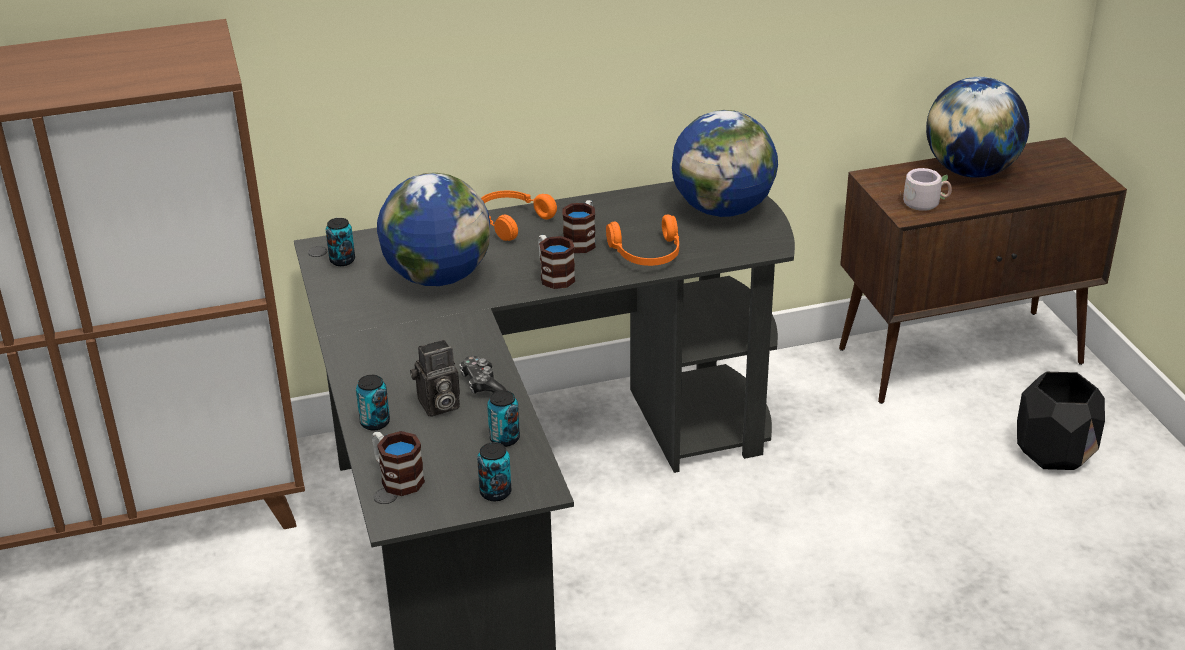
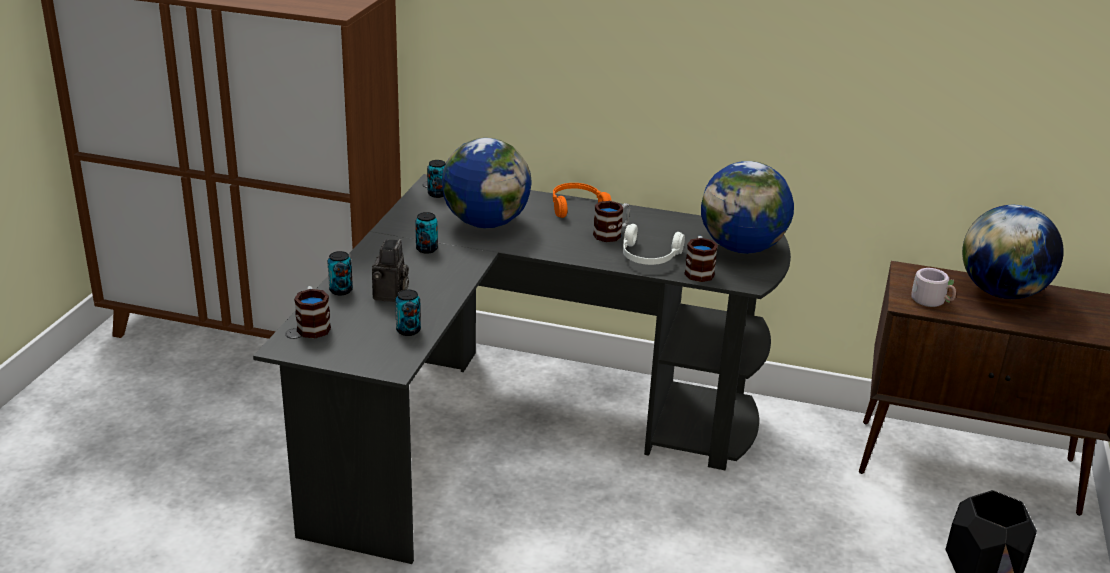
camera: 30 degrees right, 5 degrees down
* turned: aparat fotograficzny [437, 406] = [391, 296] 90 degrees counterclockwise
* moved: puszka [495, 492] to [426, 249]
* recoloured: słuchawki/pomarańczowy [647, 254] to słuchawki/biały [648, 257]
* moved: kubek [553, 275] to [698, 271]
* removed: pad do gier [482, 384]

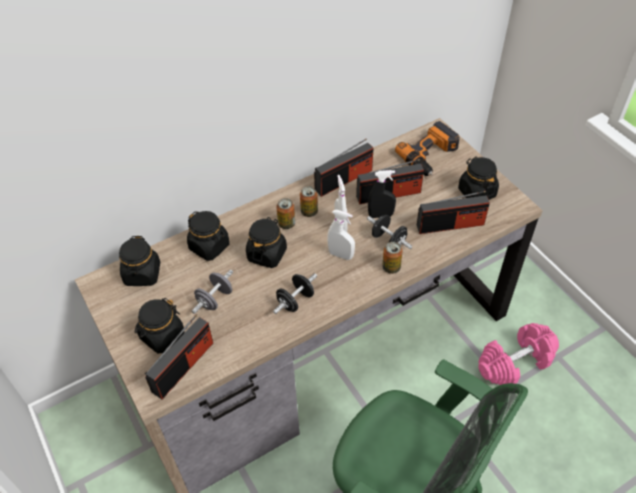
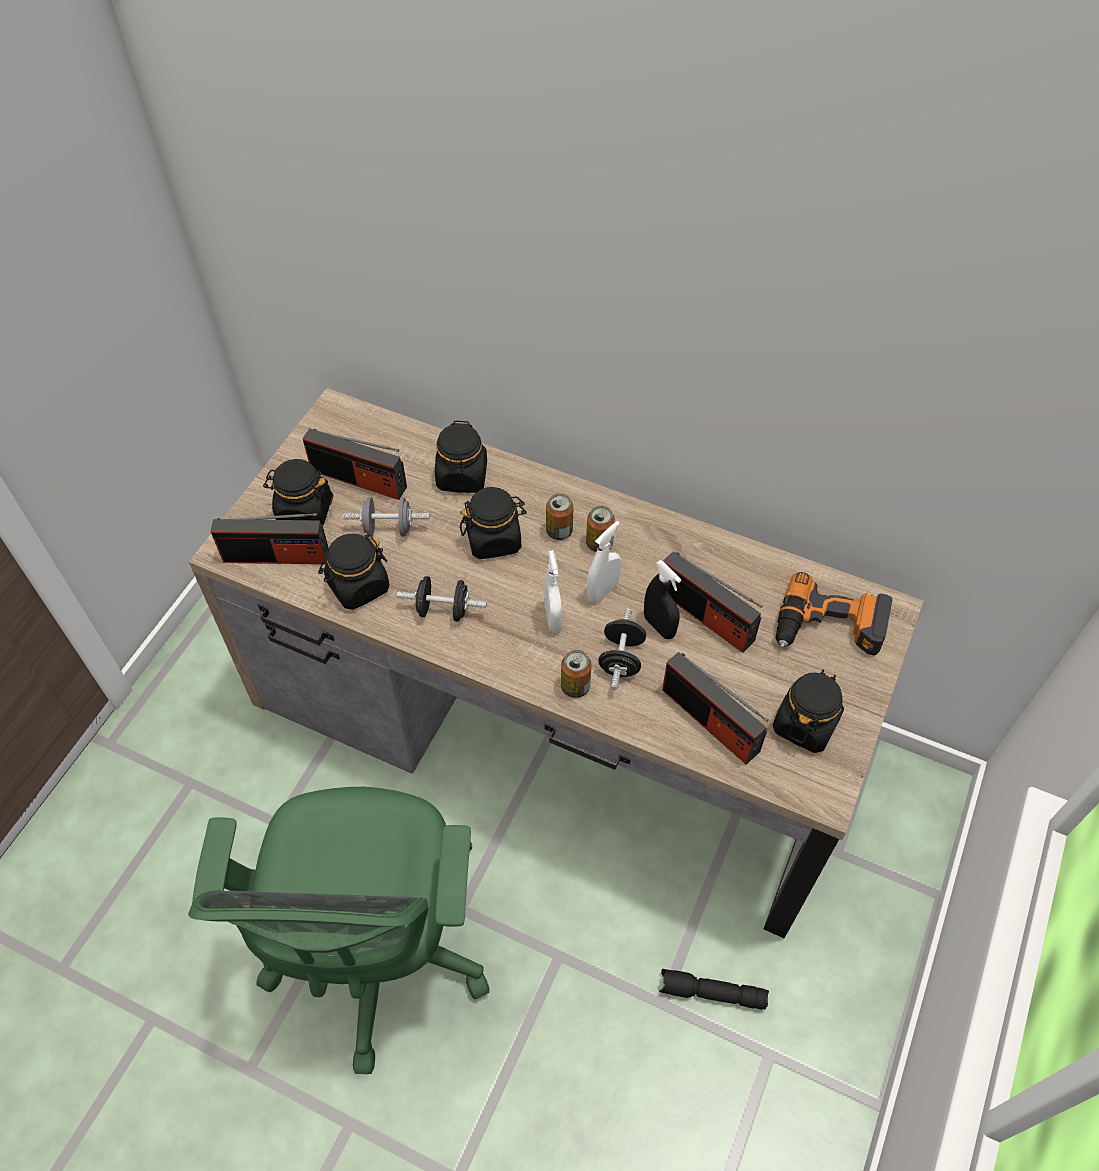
camera: 55 degrees right, 5 degrees up
* moved: radio [344, 180] to [359, 479]
* moved: słoik/czarny [142, 274] to [358, 586]
* replaced: hantel/różowy [515, 363] to latarka/czarny [711, 994]

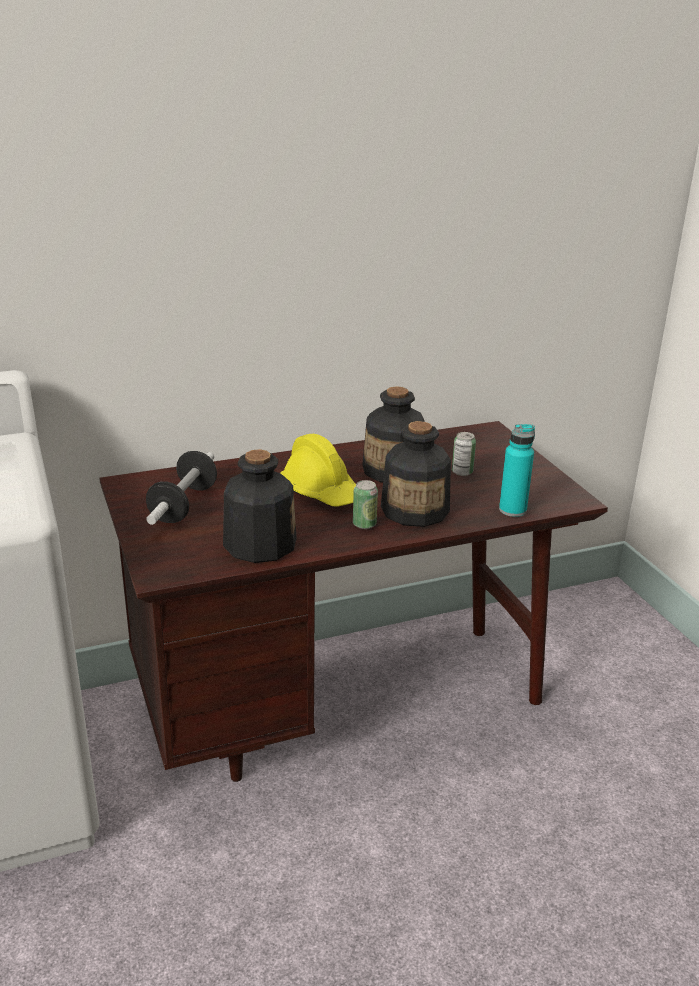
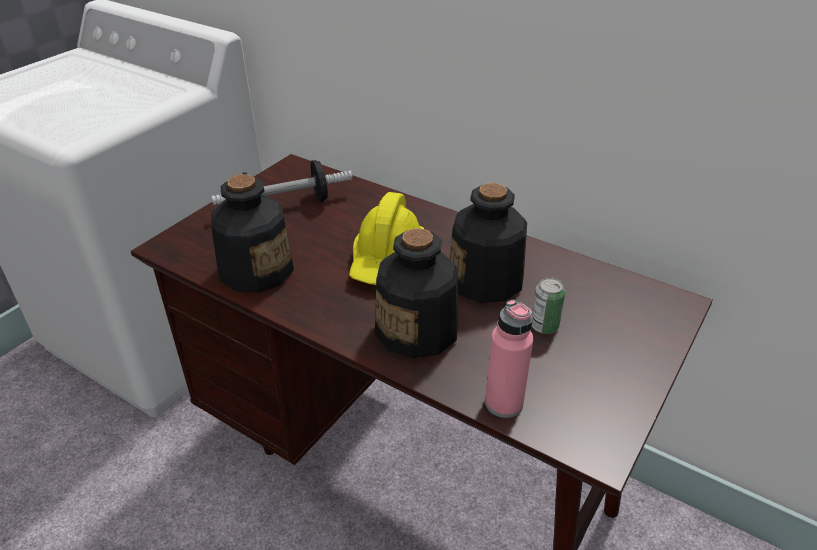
camera: 55 degrees right, 10 degrees up
* recoloured: butelka/turkusowy [512, 510] to butelka/różowy [503, 403]
* removed: puszka [364, 524]

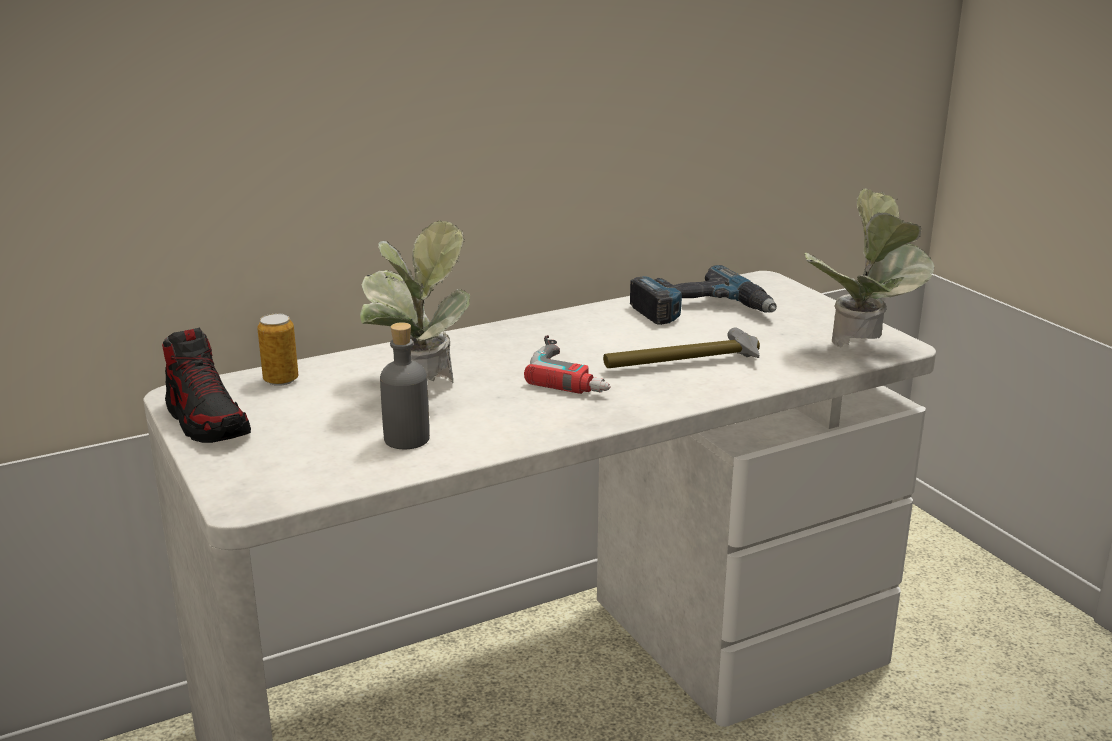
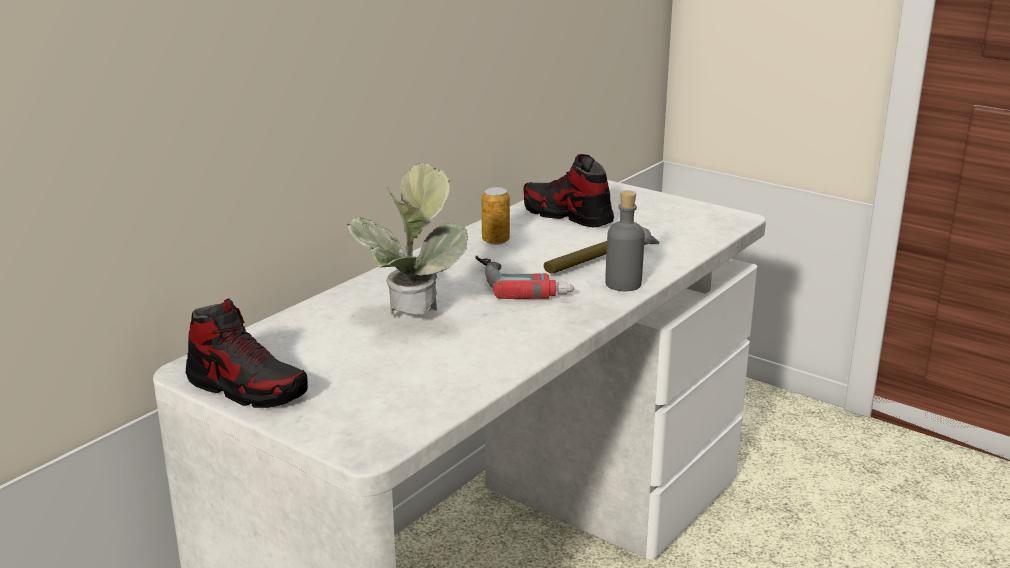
camera: 25 degrees left, 0 degrees up
* moved: puszka [281, 380] to [495, 240]
* replaced: wiertarka [701, 310] to but [567, 215]
* moved: butelka/szary [407, 439] to [623, 284]
* removed: roślina doniczkowa [862, 349]

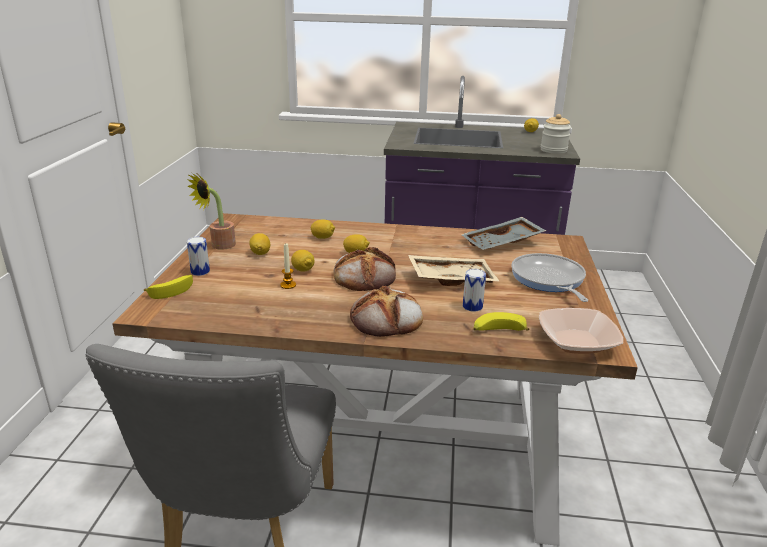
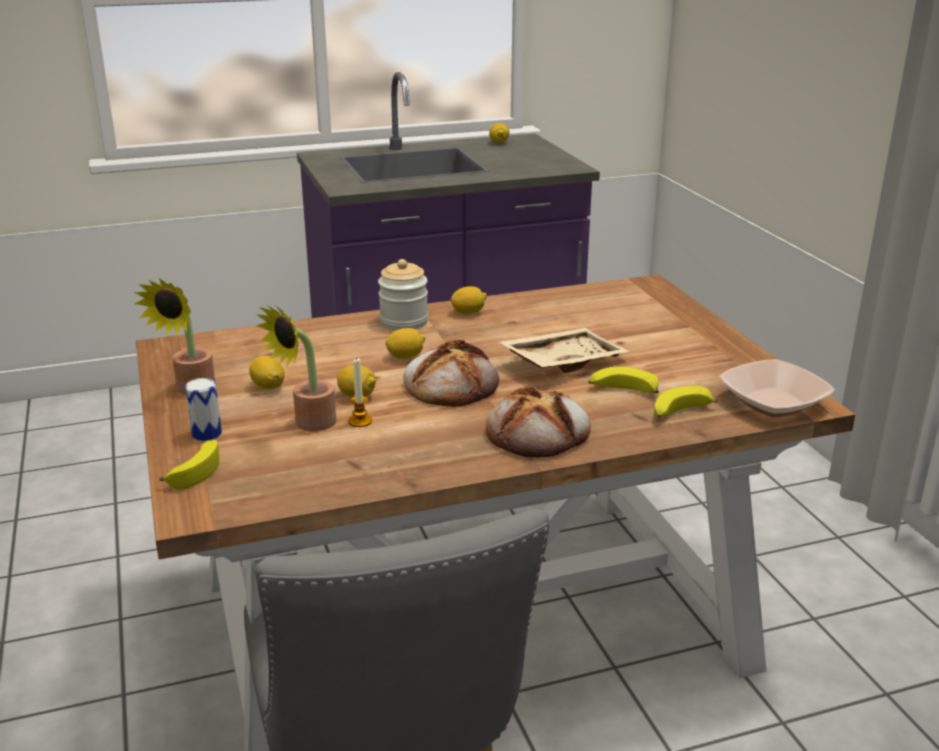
camera: 25 degrees left, 0 degrees up
* added: roślina doniczkowa [308, 424]
* moved: słoik [553, 150] to [404, 321]
* moved: cytryna [323, 237] to [468, 312]
* replaced: puszka [472, 306] to banan [622, 391]
* removed: taca/szary [502, 243]
* removed: patelnia [548, 280]

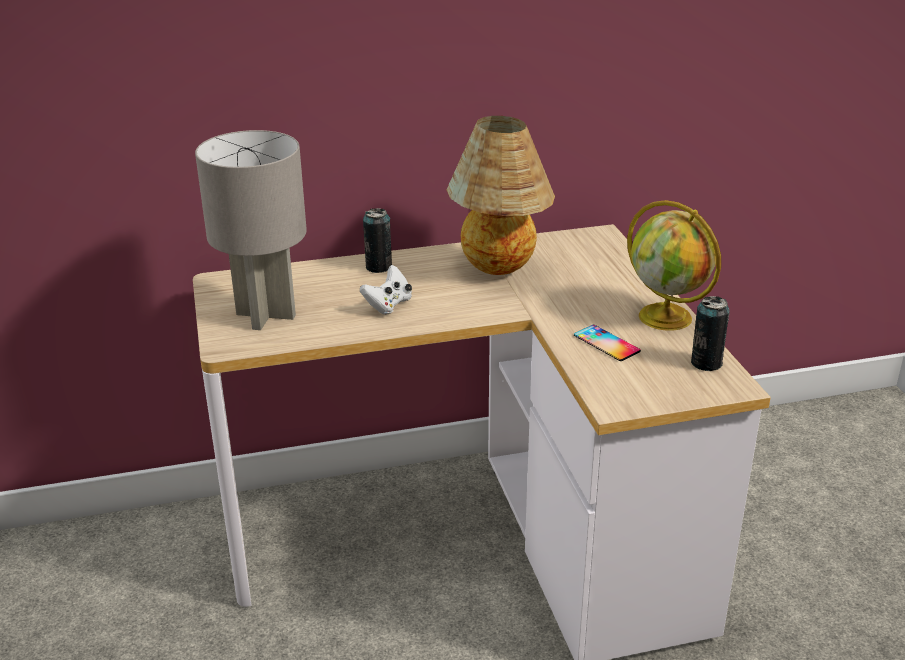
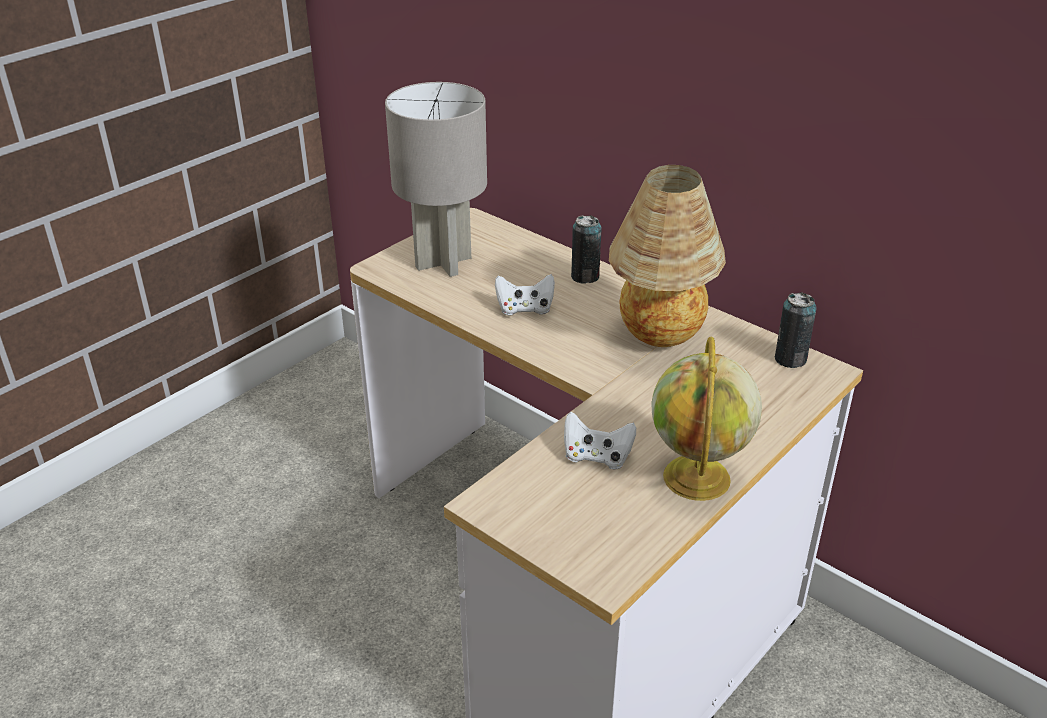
camera: 55 degrees right, 5 degrees up
* replaced: telefon [606, 343] to pad do gier/biały [596, 457]
* moved: puszka [706, 363] to [790, 359]

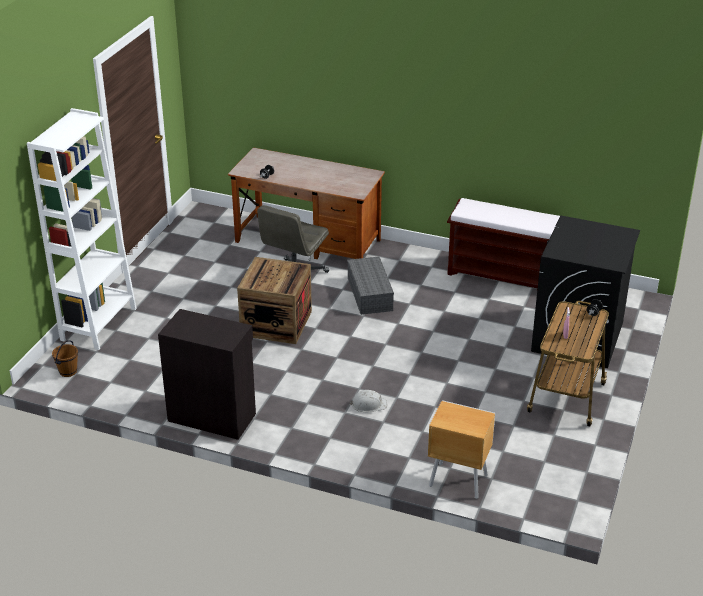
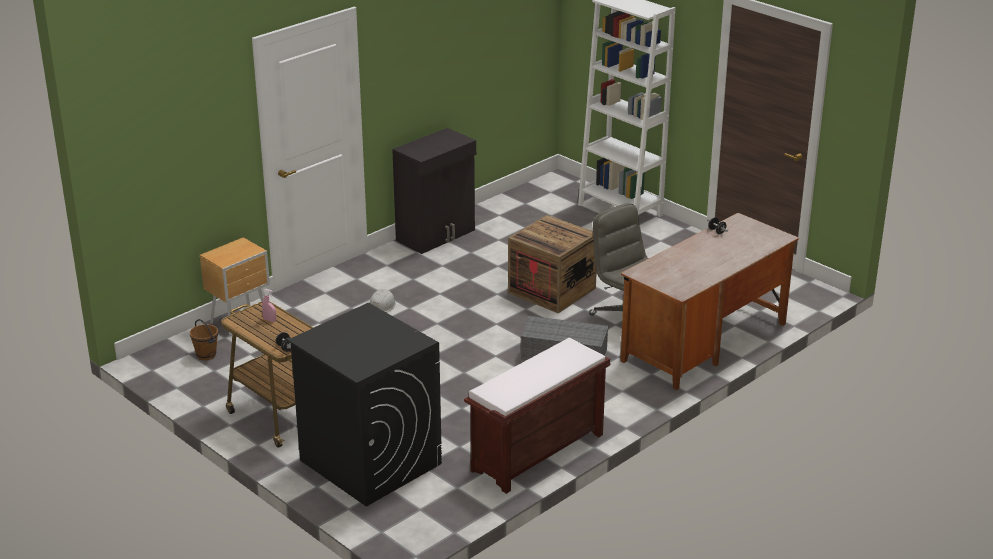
camera: 115 degrees right, 5 degrees down
* moved: wiadro/brązowy [68, 372] to [206, 355]

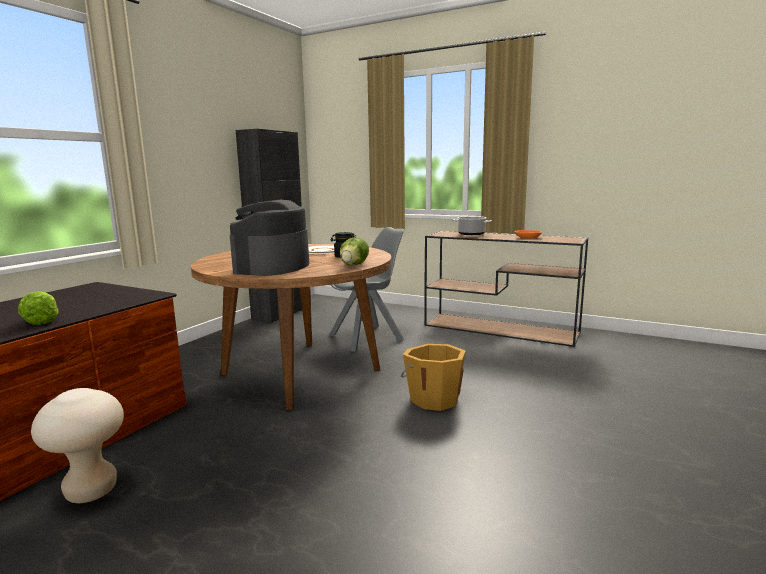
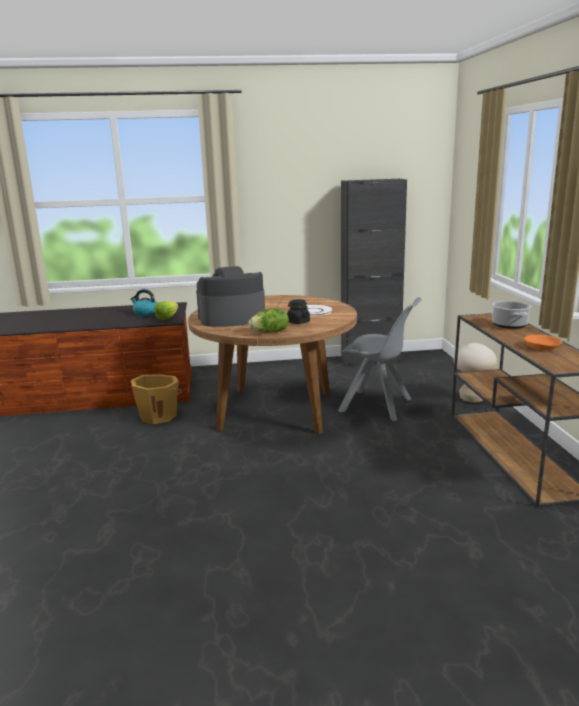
camera: 55 degrees right, 5 degrees up
* added: czajnik [145, 313]
* moved: wiadro/pomarańczowy [433, 399] to [158, 416]
* moved: sałata [44, 319] to [169, 317]
* moved: stołek/beżowy [91, 491] to [472, 399]

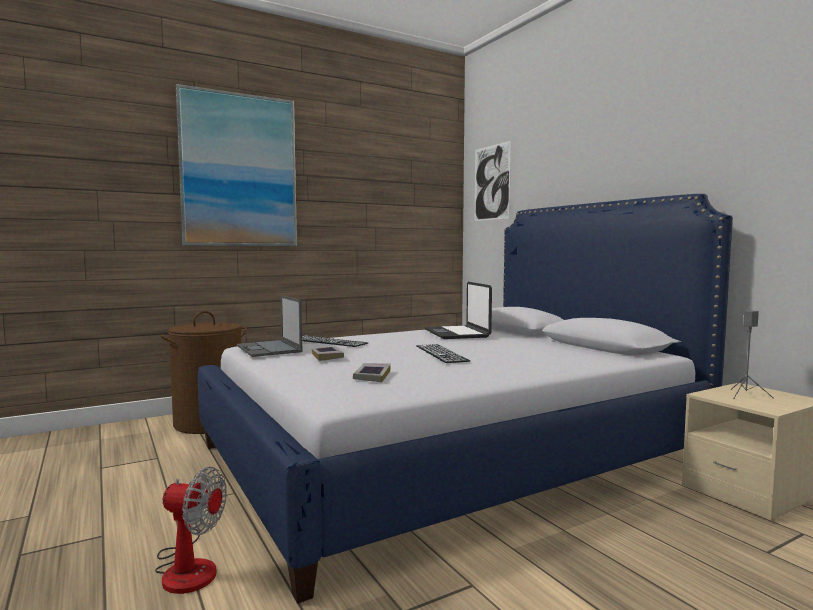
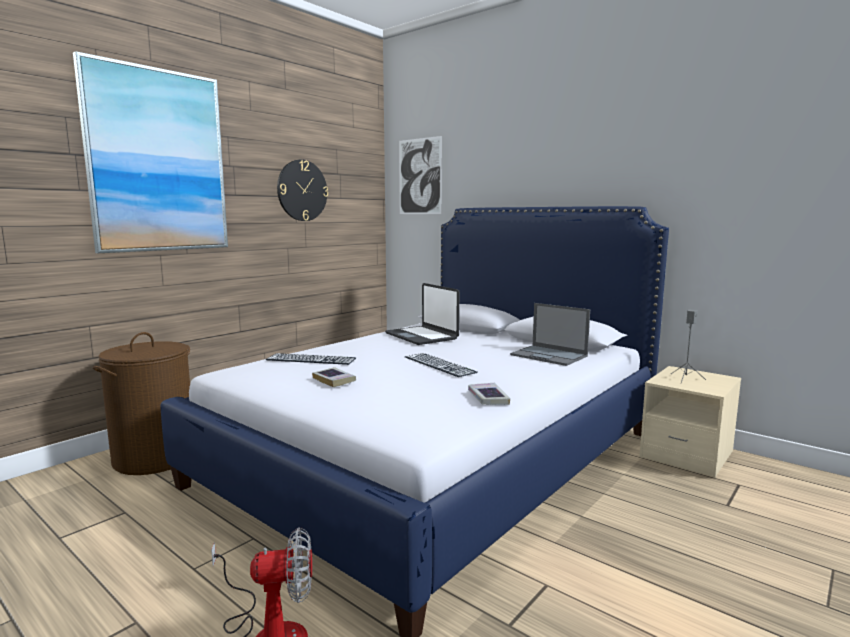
camera: 20 degrees left, 5 degrees up
* added: zegar ścienny [302, 190]
* moved: książka [372, 376] to [488, 398]
* moved: laptop [269, 349] to [549, 355]

